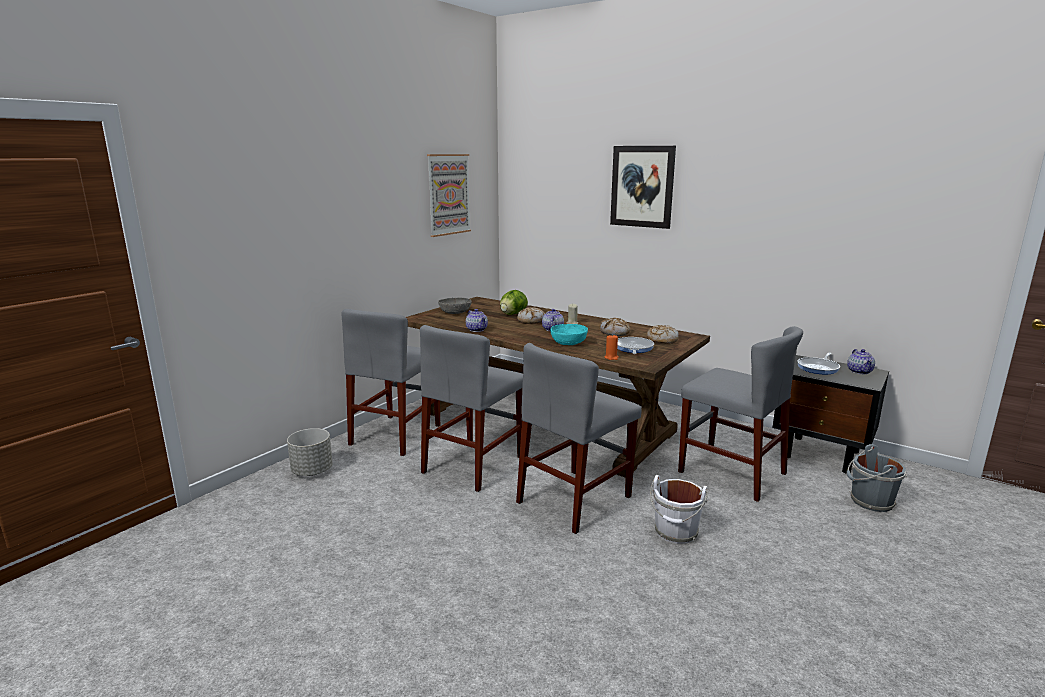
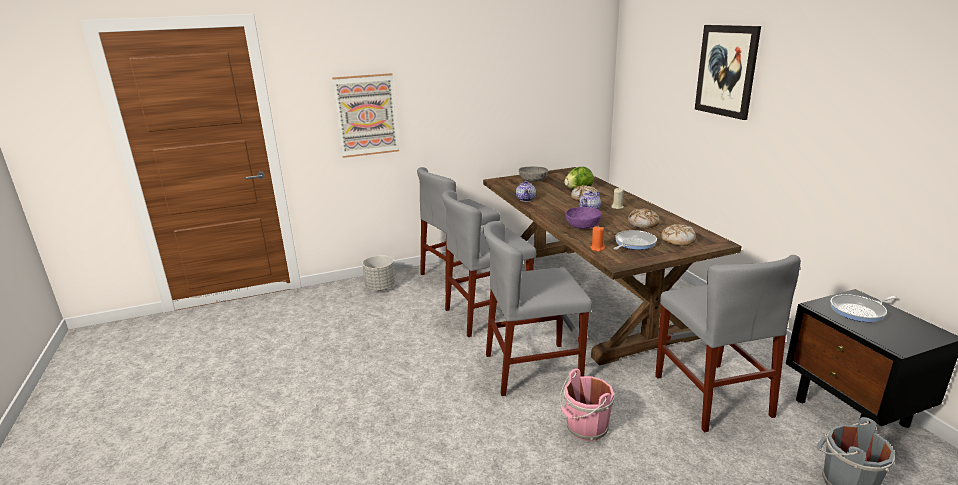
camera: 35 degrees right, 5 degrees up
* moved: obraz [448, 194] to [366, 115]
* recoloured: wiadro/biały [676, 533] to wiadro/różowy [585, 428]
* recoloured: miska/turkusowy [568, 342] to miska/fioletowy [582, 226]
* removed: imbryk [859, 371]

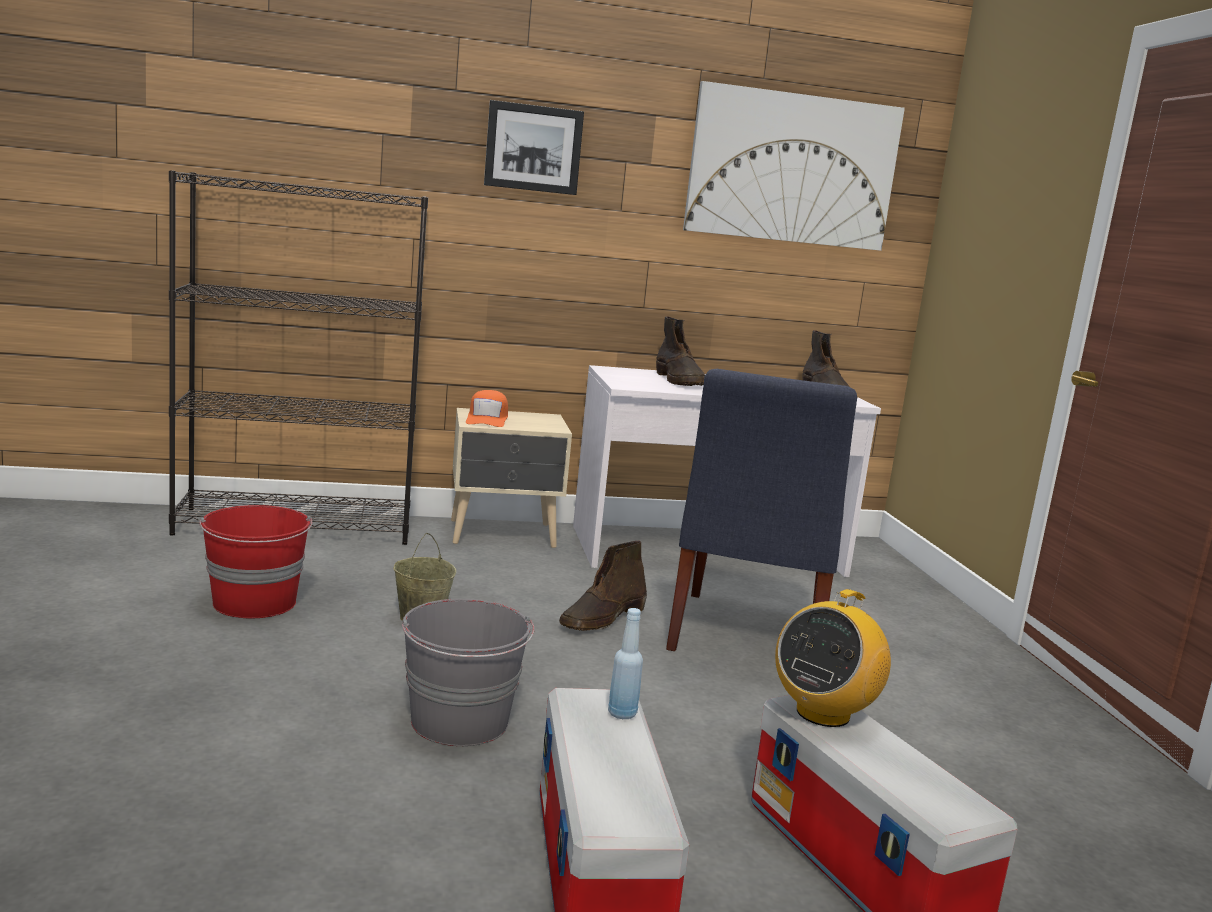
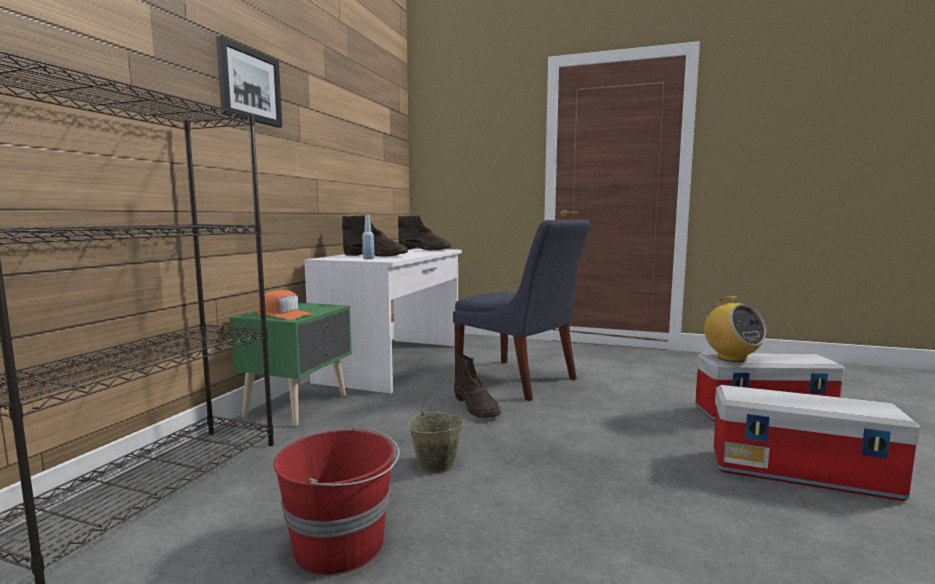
camera: 60 degrees left, 5 degrees down
* recoloured: szafka nocna/beżowy [504, 535] to szafka nocna/zielony [299, 406]
* moved: butelka/niebieski [622, 713] to [368, 259]
* removed: wiadro/szary [460, 722]
* removed: obraz [792, 169]

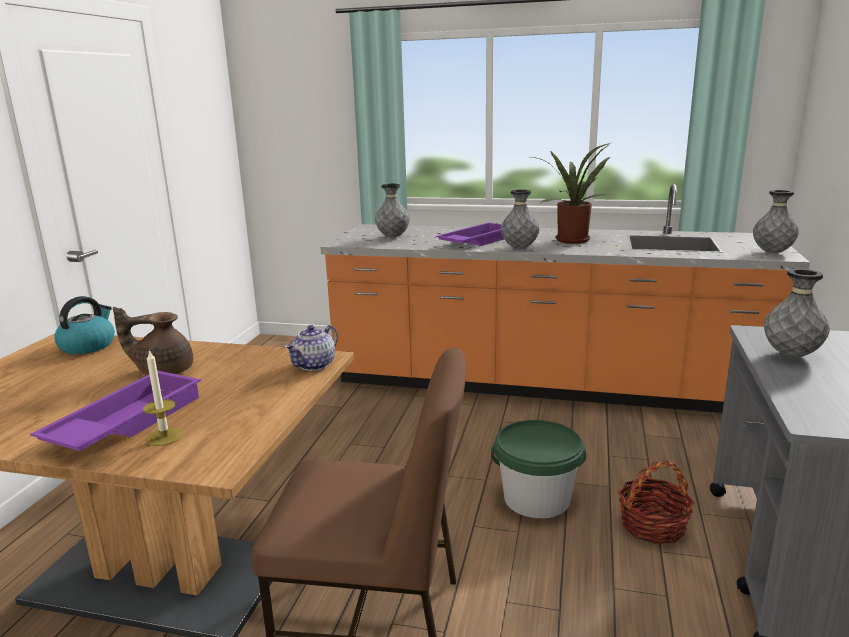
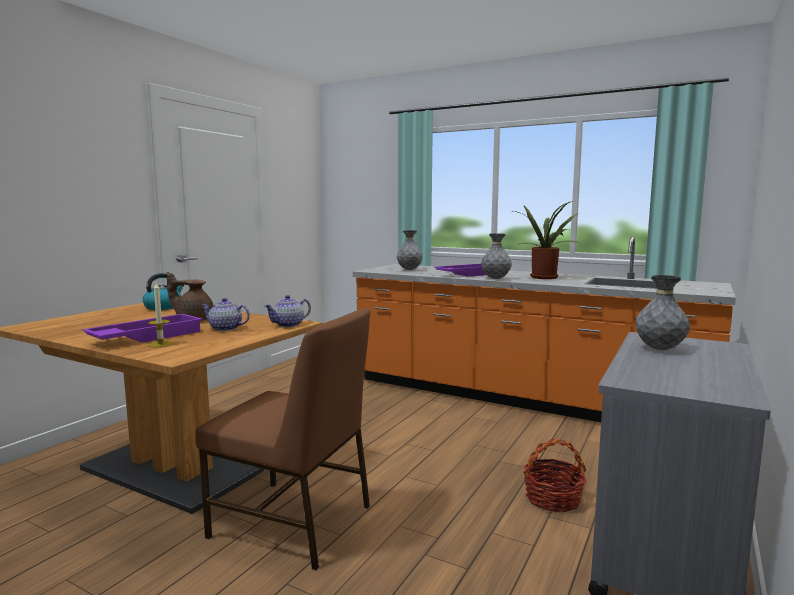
camera: 15 degrees right, 10 degrees down
* added: imbryk [226, 328]
* removed: wiadro/zielony [536, 498]
* removed: wazon/szary [772, 252]

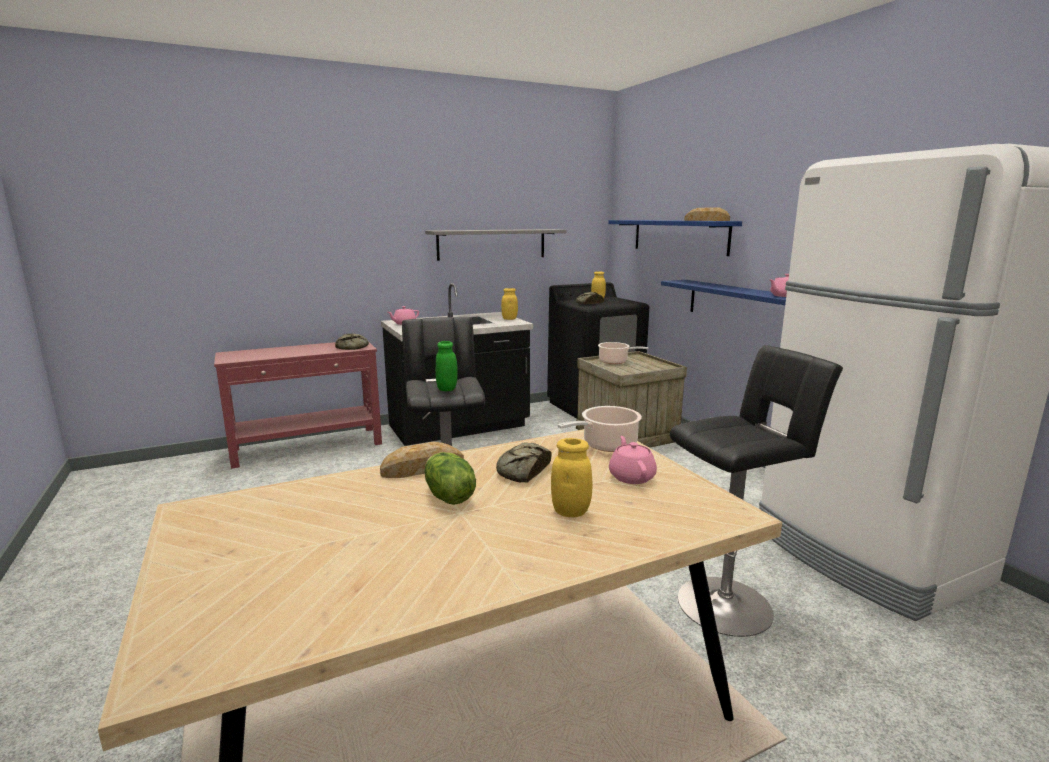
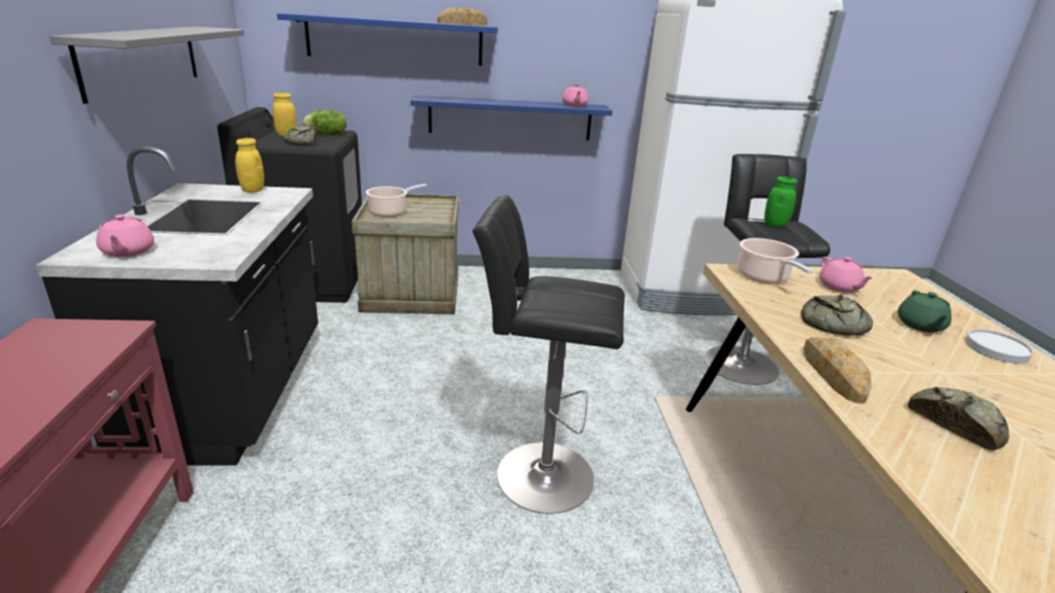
camera: 70 degrees left, 10 degrees up
* moved: sałata [448, 497] to [327, 135]
* moved: słoik/zielony [447, 389] to [775, 224]
* turned: imbryk/różowy [631, 477] = [839, 287] 120 degrees counterclockwise
* replaced: słoik/żółty [570, 512] to imbryk/zielony [920, 325]
* moved: chleb [353, 347] to [956, 422]
* added: talerz/biały [996, 349]

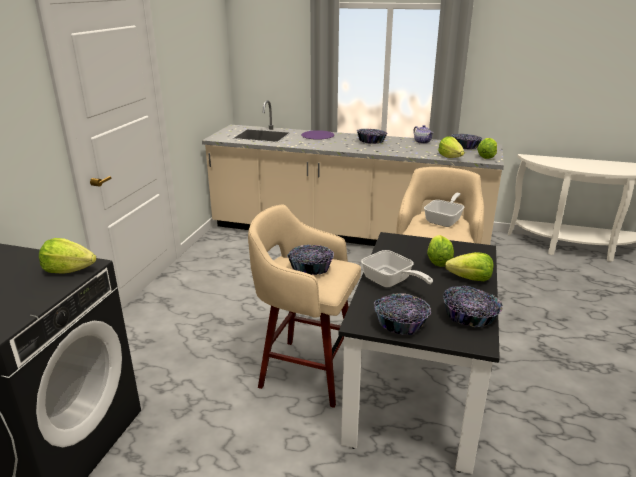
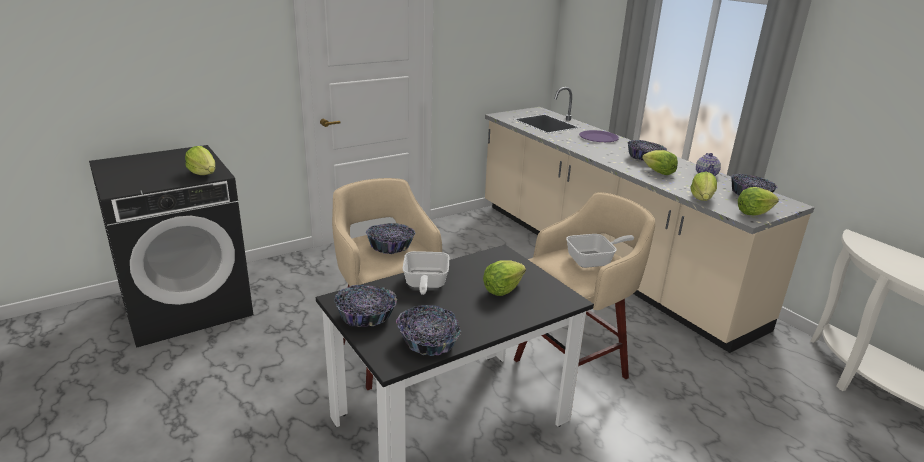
camera: 40 degrees right, 0 degrees up
* moved: sałata [470, 279] to [658, 172]

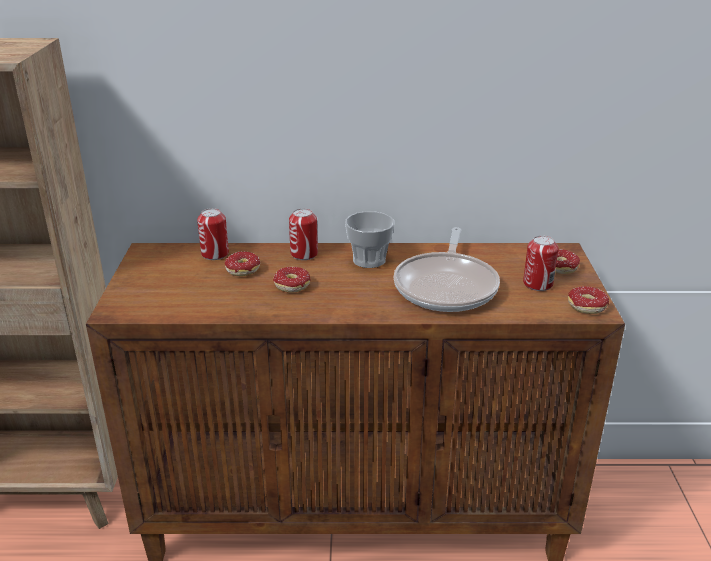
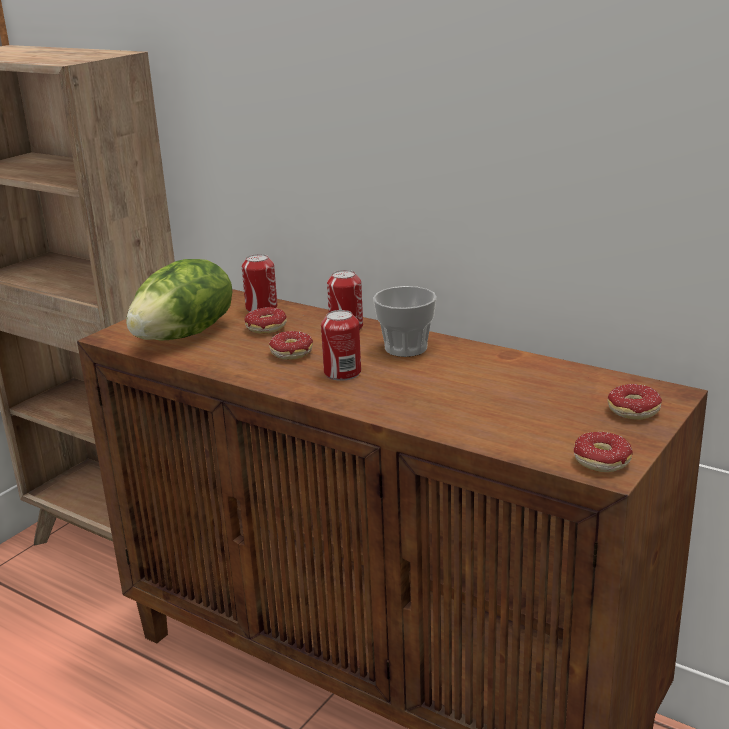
camera: 35 degrees right, 5 degrees down
* added: sałata [186, 335]
* moved: puszka [537, 284] to [342, 373]
* removed: patelnia [447, 286]

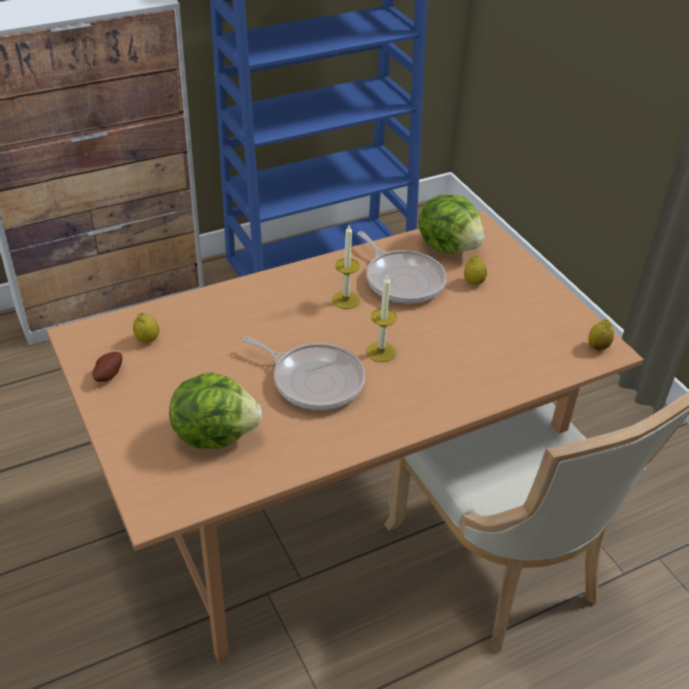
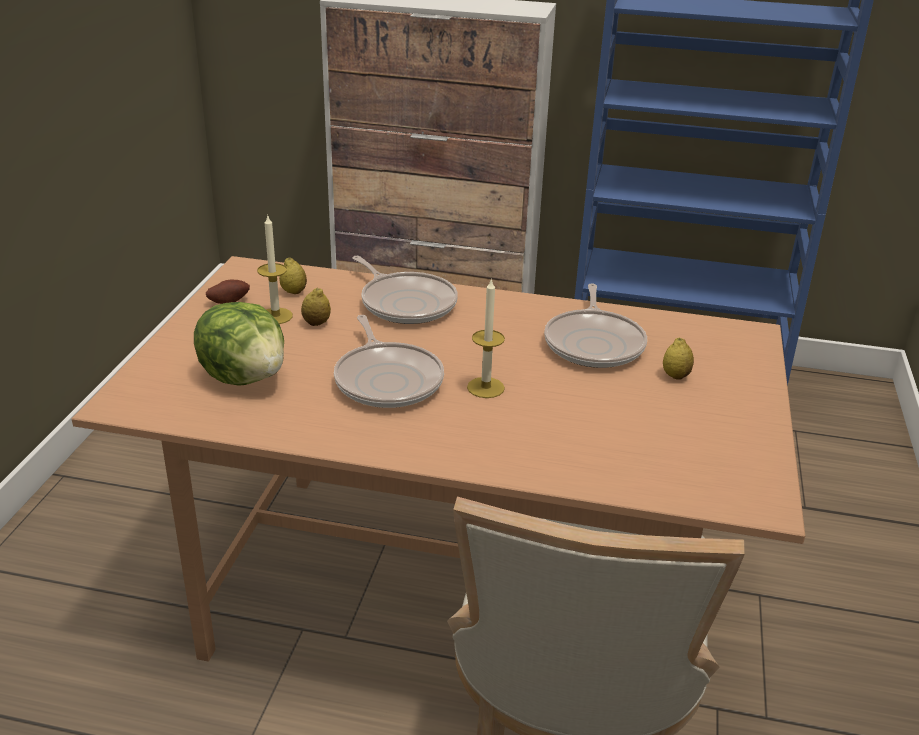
camera: 40 degrees right, 10 degrees down
* moved: świeca [345, 300] to [275, 316]
* moved: cytryna [598, 347] to [316, 323]
* added: patelnia [406, 303]
* removed: sałata [449, 246]

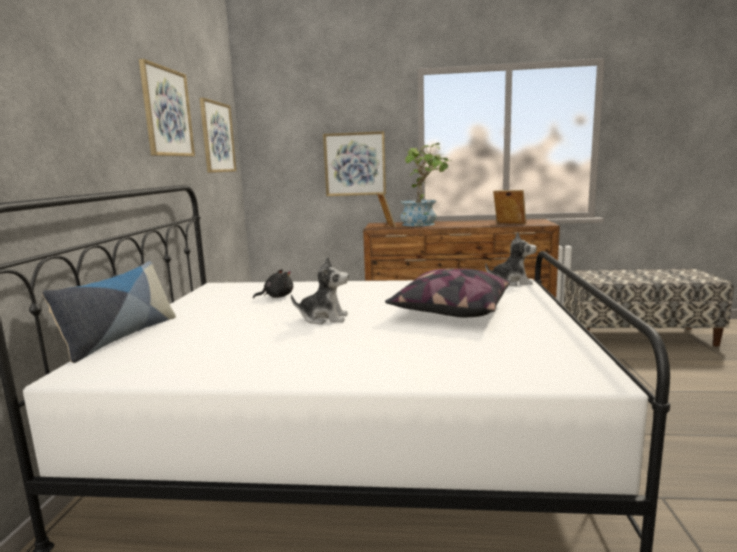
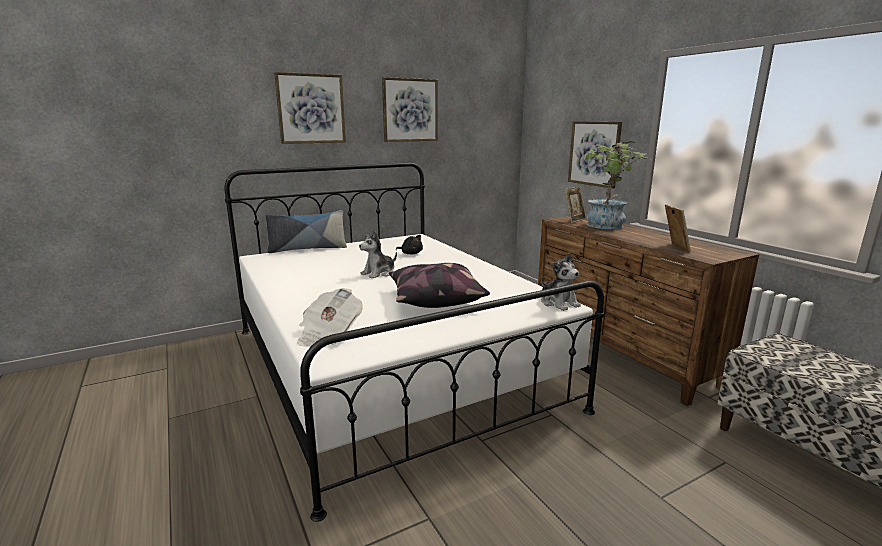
camera: 55 degrees right, 5 degrees up
* moved: obraz [217, 137] to [311, 109]
* added: gazeta [329, 334]
* turned: pluszak [324, 318] = [379, 273] 75 degrees clockwise

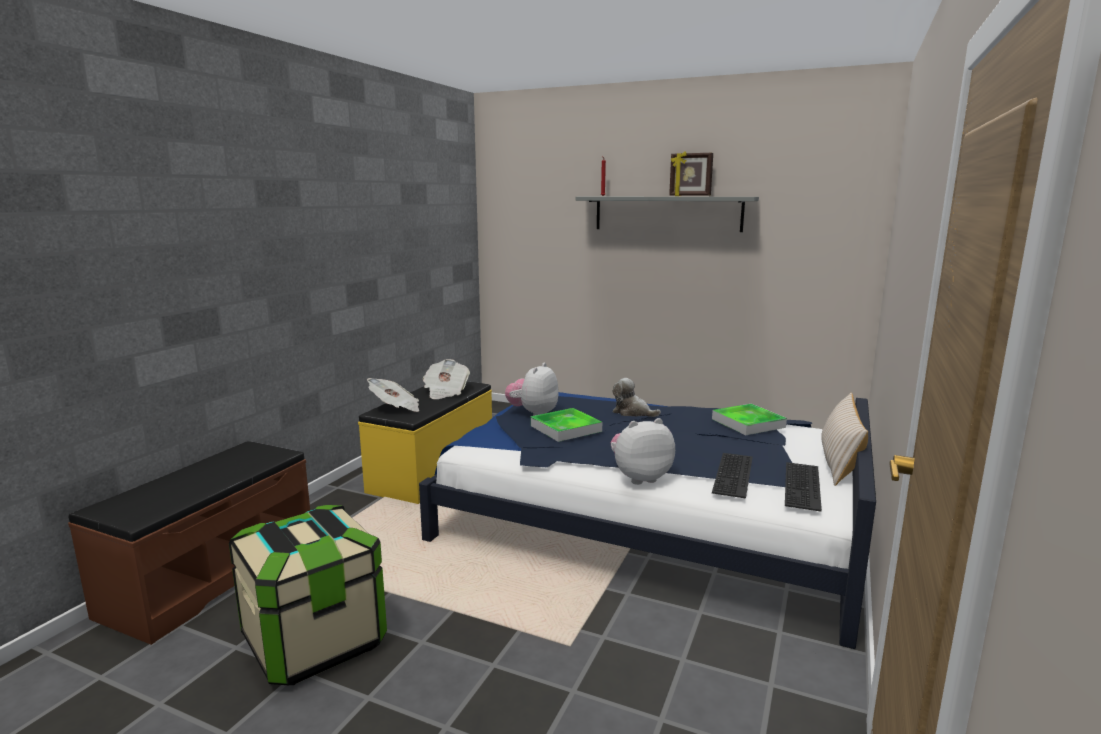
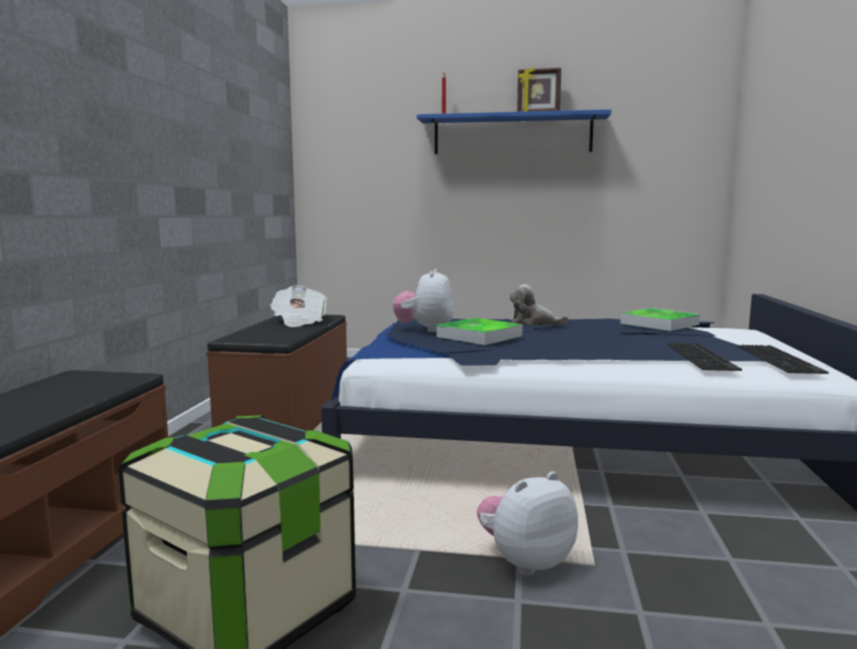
camera: 15 degrees left, 5 degrees down
* recoloured: ławka/żółty [434, 471] to ławka/brązowy [289, 419]
* recoloured: półka/szary [667, 213] to półka/niebieski [512, 135]
* moved: pluszak [639, 477] to [525, 562]
* removed: gazeta [396, 408]
* removed: poduszka/beżowy [839, 461]

